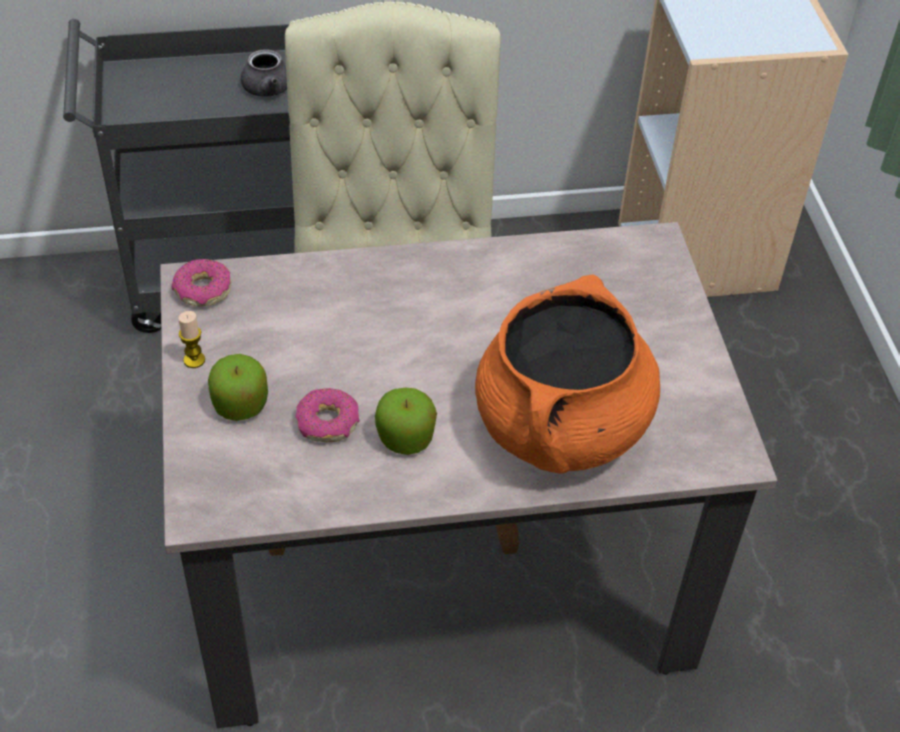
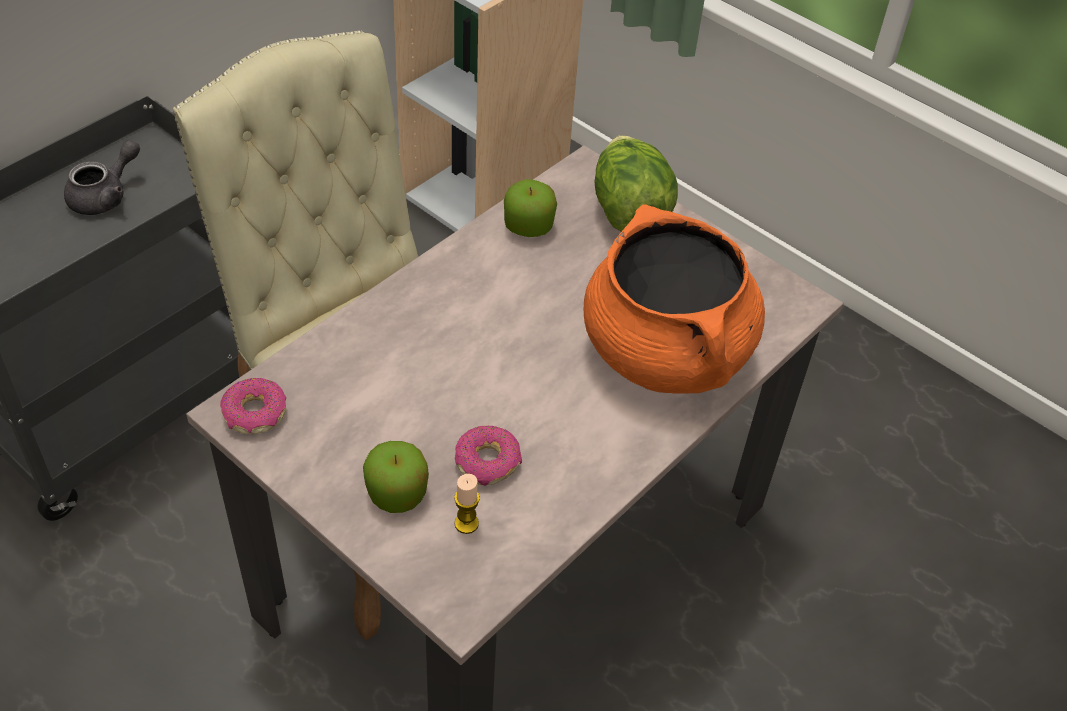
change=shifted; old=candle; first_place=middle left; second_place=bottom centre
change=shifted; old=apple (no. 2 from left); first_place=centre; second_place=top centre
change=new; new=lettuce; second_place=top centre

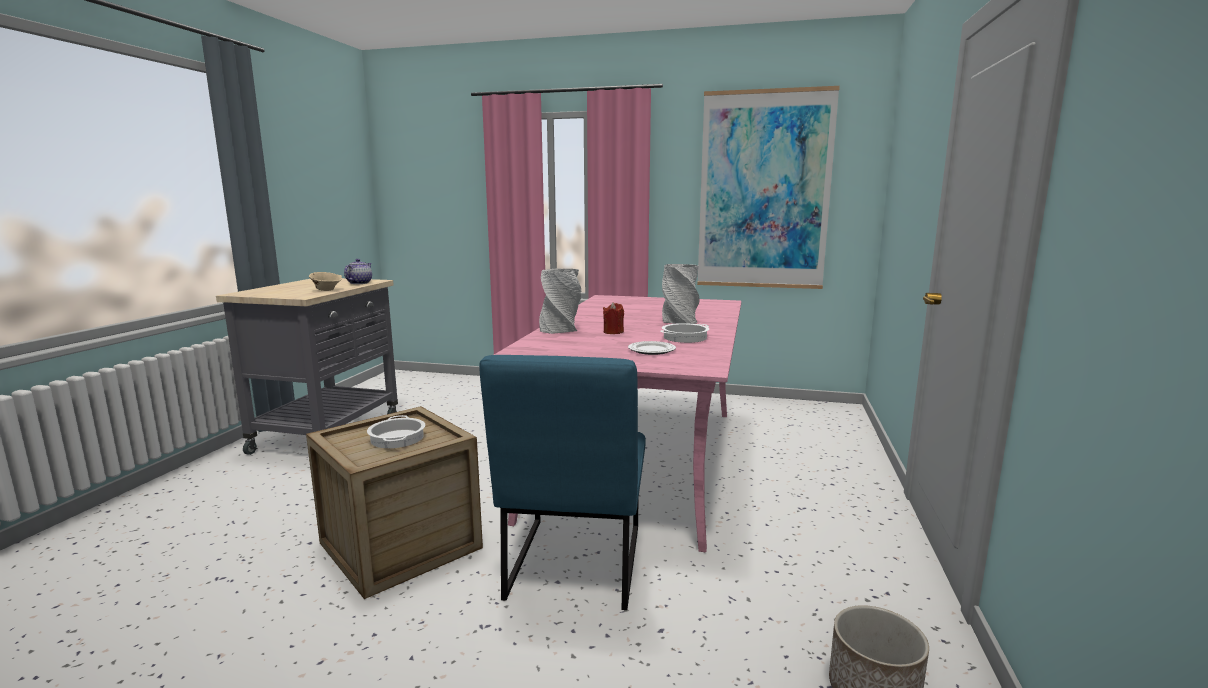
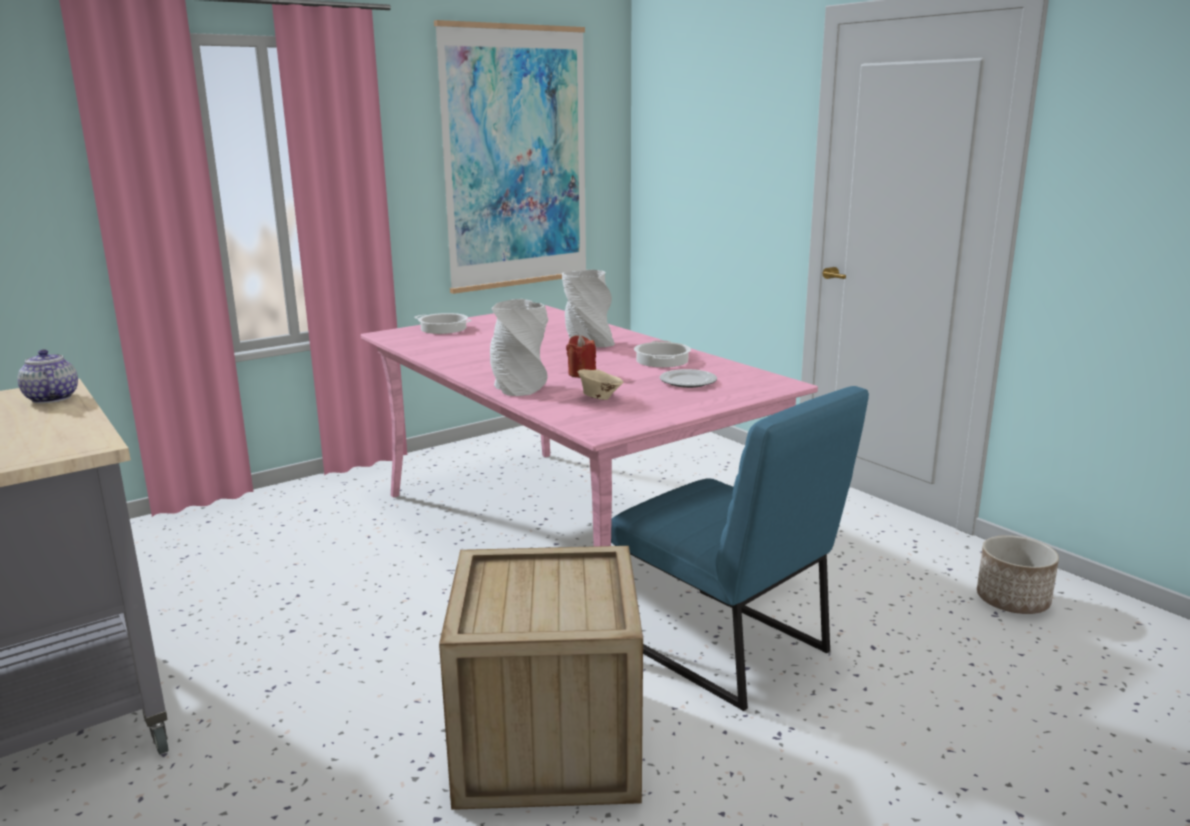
change=shifted; old=beige bowl; first_place=middle left; second_place=centre
change=shifted; old=cooking pot (no. 1 from left); first_place=middle left; second_place=centre

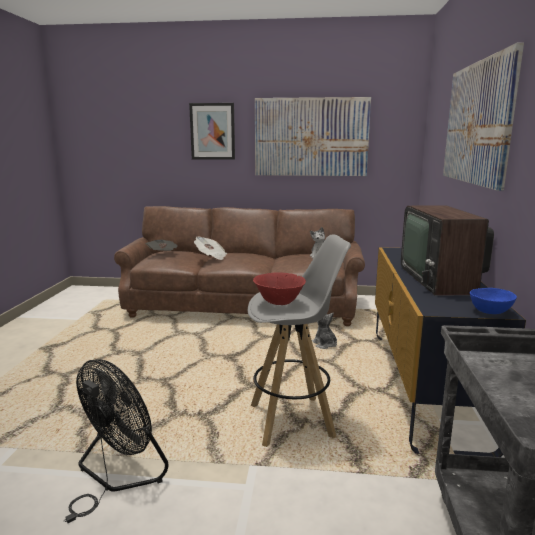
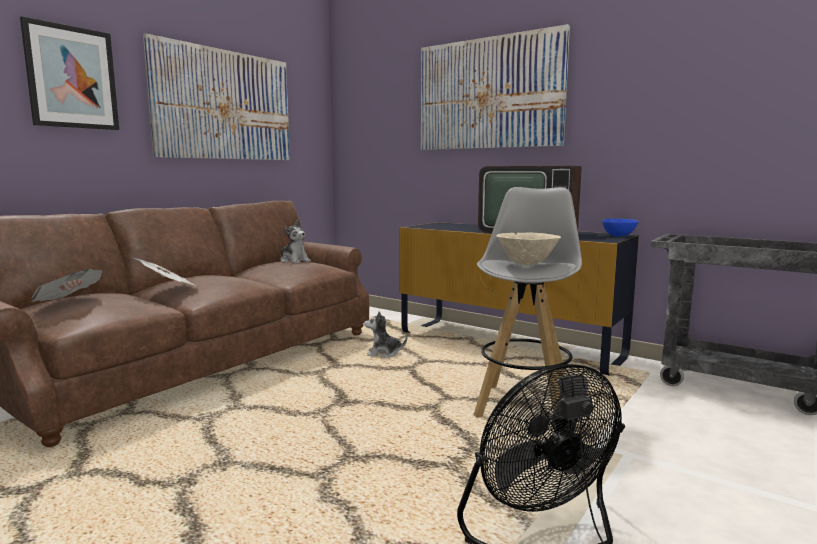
change=repainted; old=red bowl; new=beige bowl; first_place=centre; second_place=centre

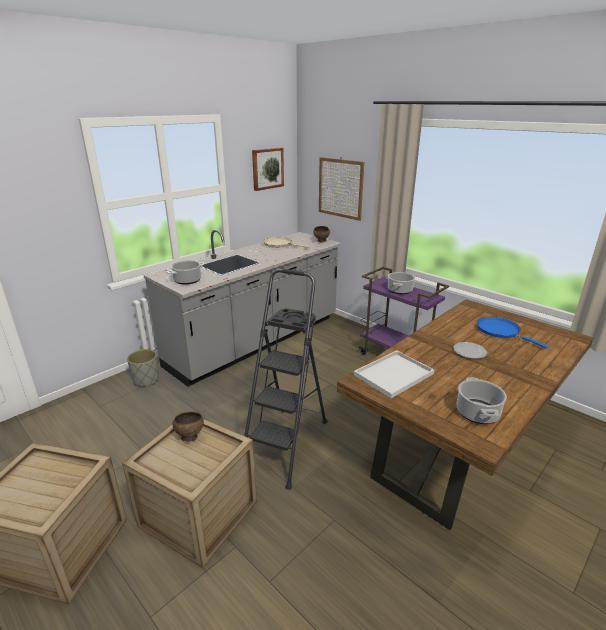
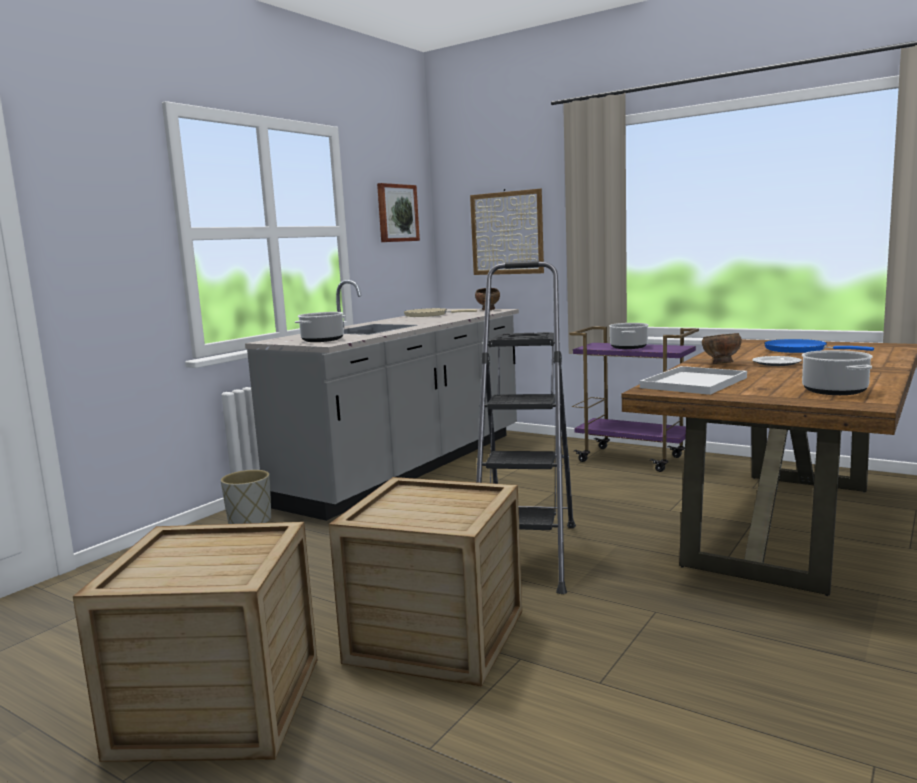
change=shifted; old=brown bowl (no. 1 from left in the first image); new=brown bowl (no. 2 from left); first_place=bottom left; second_place=middle right

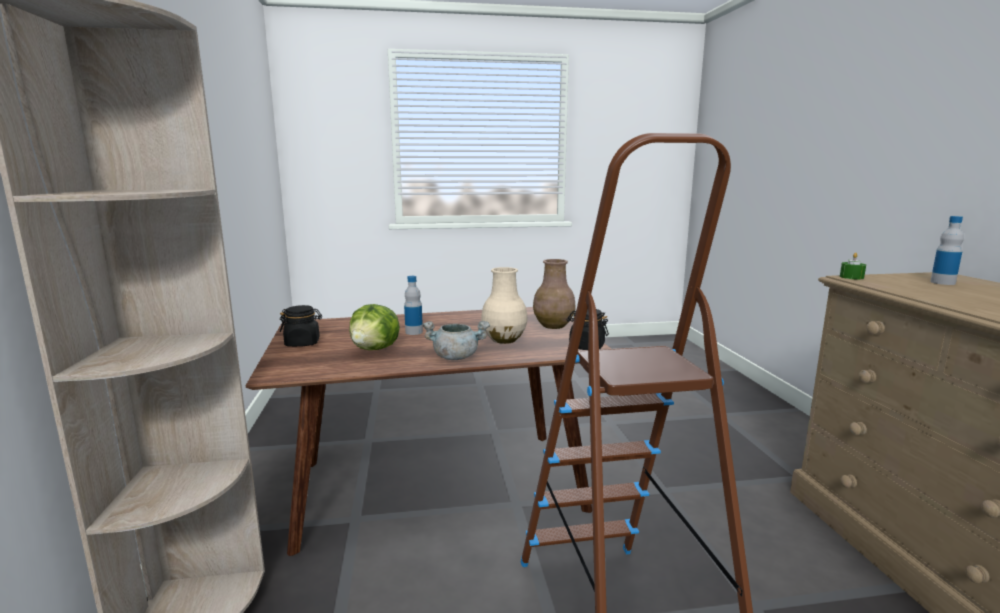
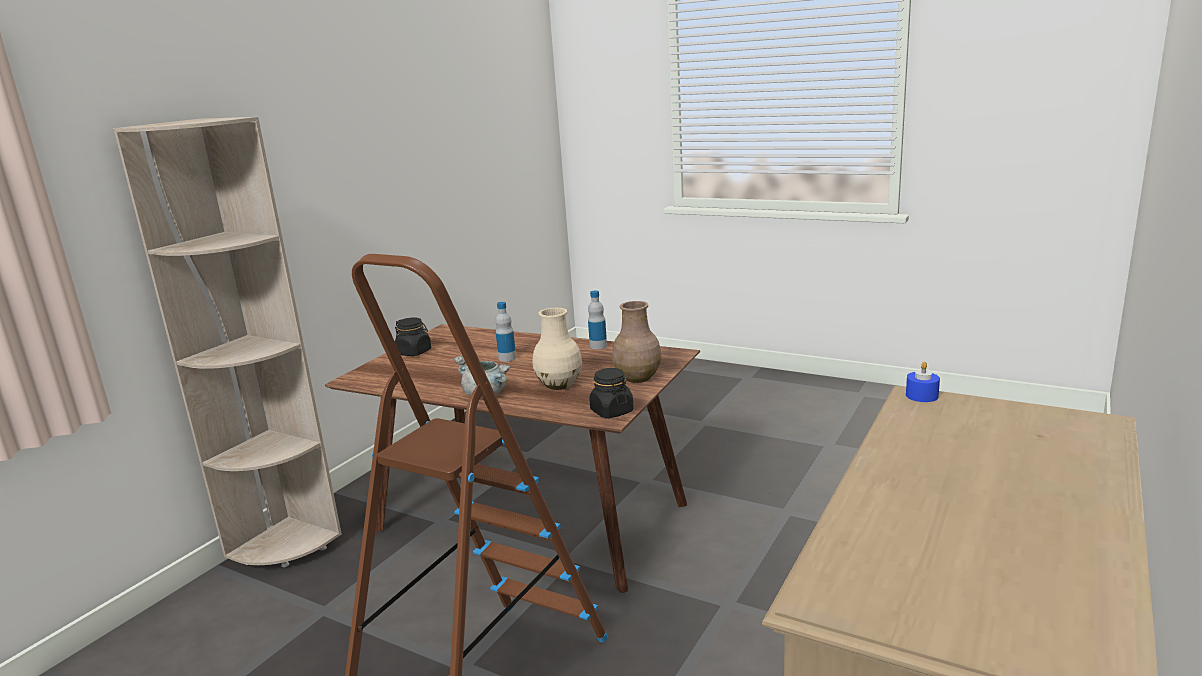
change=shifted; old=bottle (no. 2 from left); first_place=middle right; second_place=centre
change=repainted; old=green candle; new=blue candle; first_place=middle right; second_place=middle right
change=gone; old=lettuce; first_place=centre

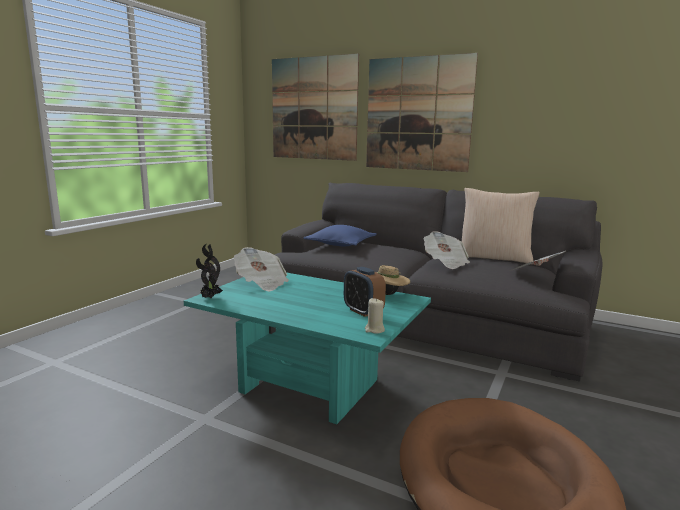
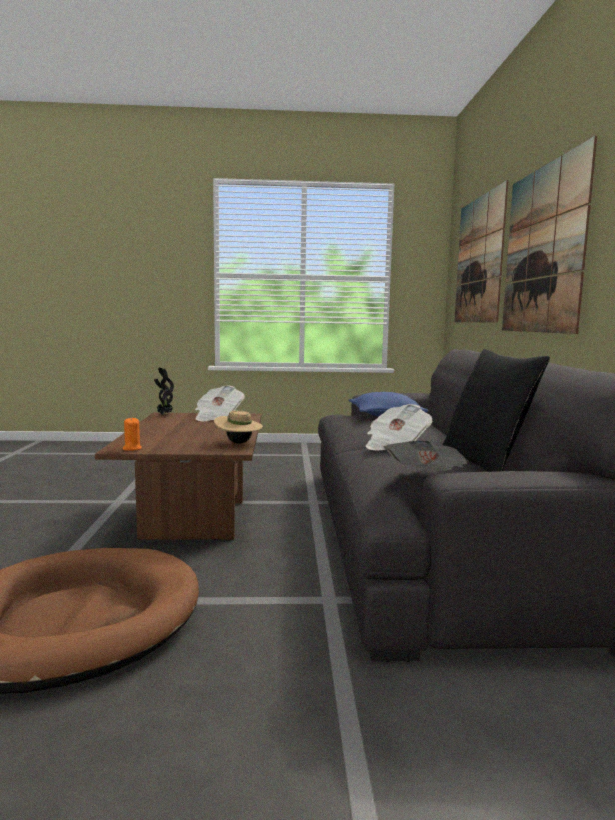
change=repainted; old=beige pillow; new=black pillow; first_place=middle right; second_place=middle right
change=gone; old=alarm clock; first_place=centre
change=repainted; old=turquoise coffee table; new=brown coffee table; first_place=bottom centre; second_place=middle left
change=repainted; old=beige candle; new=orange candle; first_place=centre; second_place=middle left

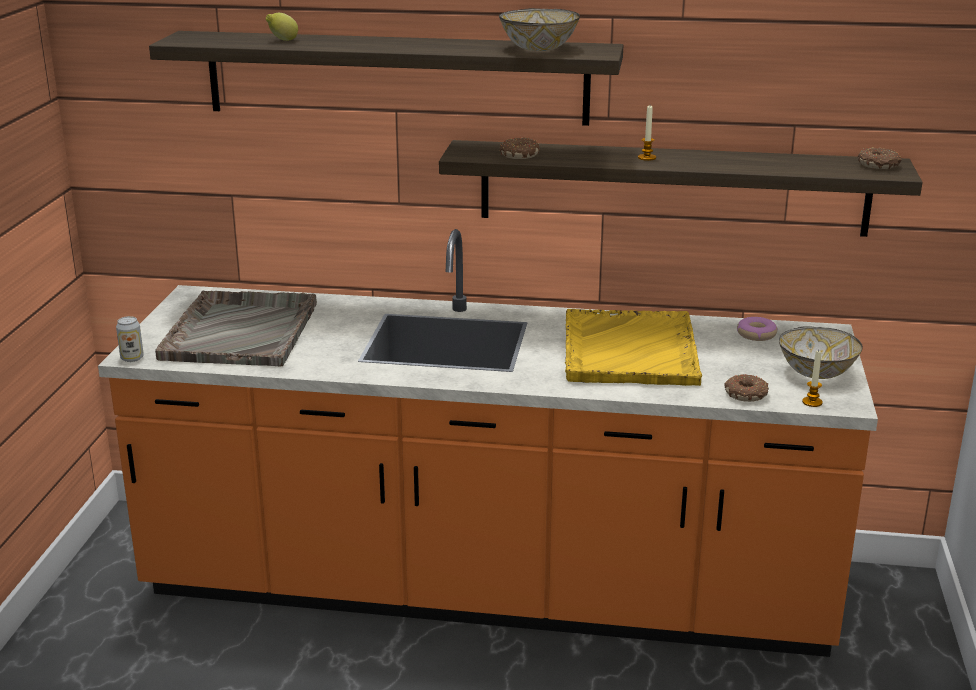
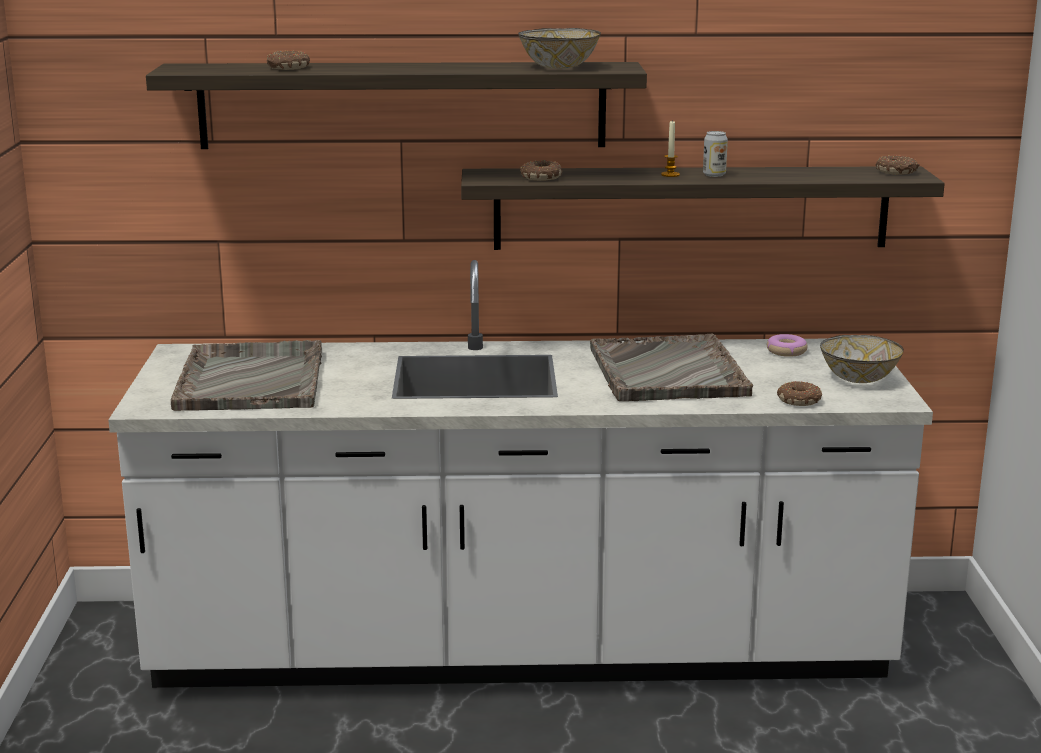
change=swapped; old=lemon; new=donut (no. 1 from left); first_place=top left; second_place=top left
change=repainted; old=orange counter; new=white counter; first_place=centre; second_place=centre
change=repainted; old=yellow tray; new=grey tray (no. 2 from left); first_place=centre; second_place=centre
change=shifted; old=can; first_place=middle left; second_place=top right
change=gone; old=candle (no. 2 from left); first_place=middle right

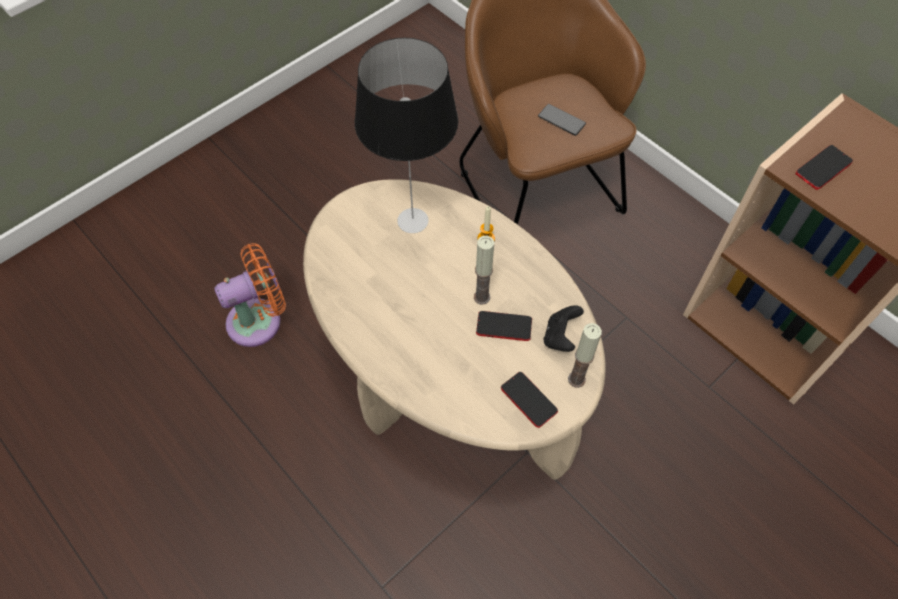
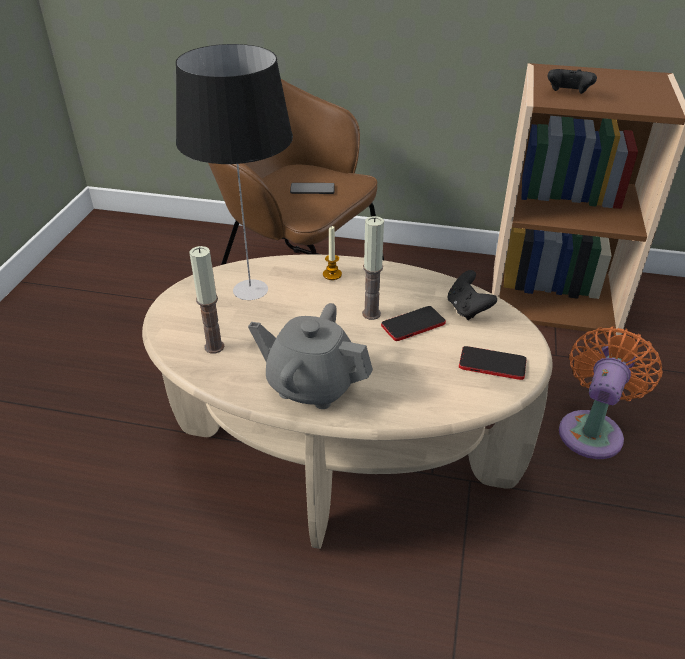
change=swapped; old=phone (no. 4 from left); new=black game controller (no. 2 from left); first_place=top right; second_place=top right
change=shifted; old=orange fan; first_place=middle left; second_place=middle right
change=shifted; old=candle (no. 3 from left in the first image); new=candle (no. 1 from left); first_place=centre; second_place=middle left
change=new; new=grey teapot; second_place=centre

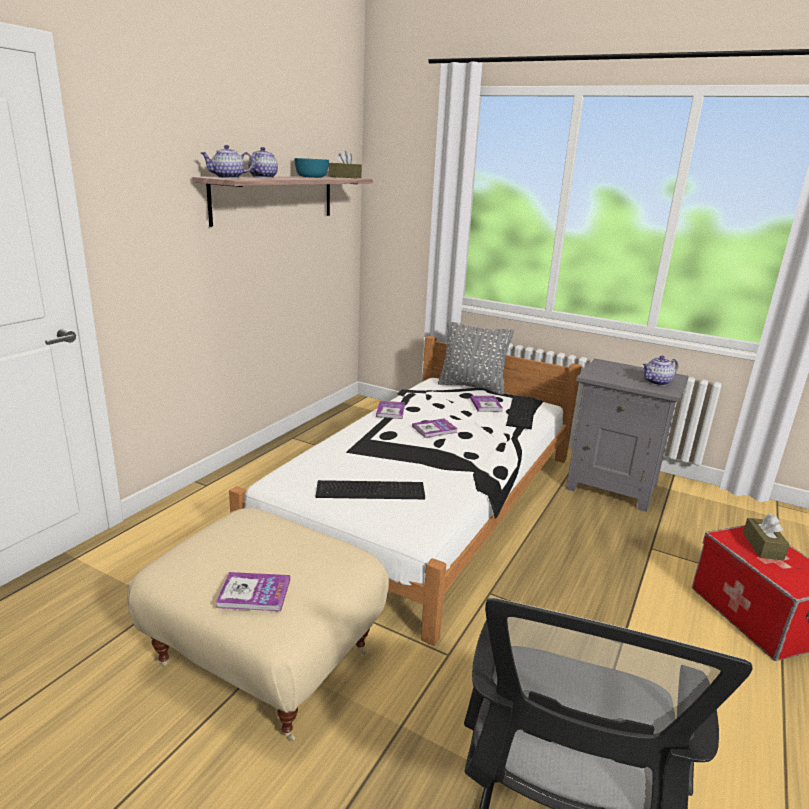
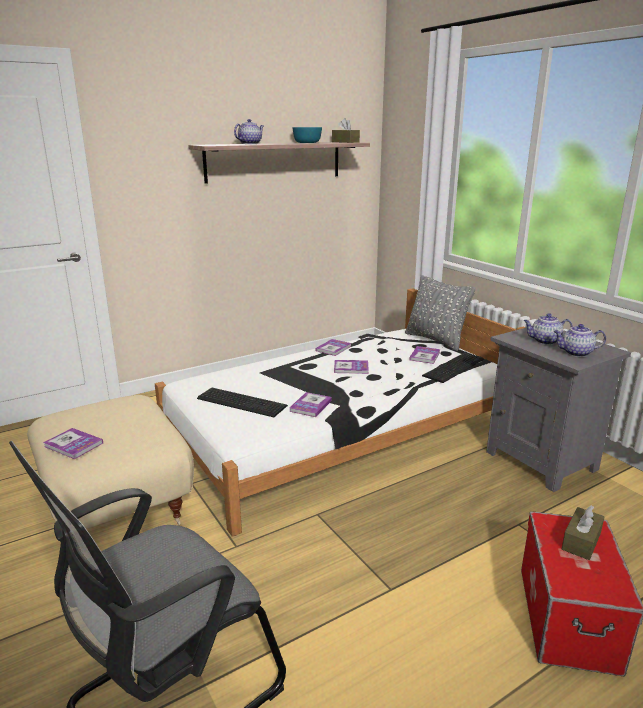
change=shifted; old=teapot (no. 1 from left in the first image); new=teapot (no. 2 from left); first_place=top left; second_place=middle right
change=new; new=book (no. 2 from left); second_place=centre

